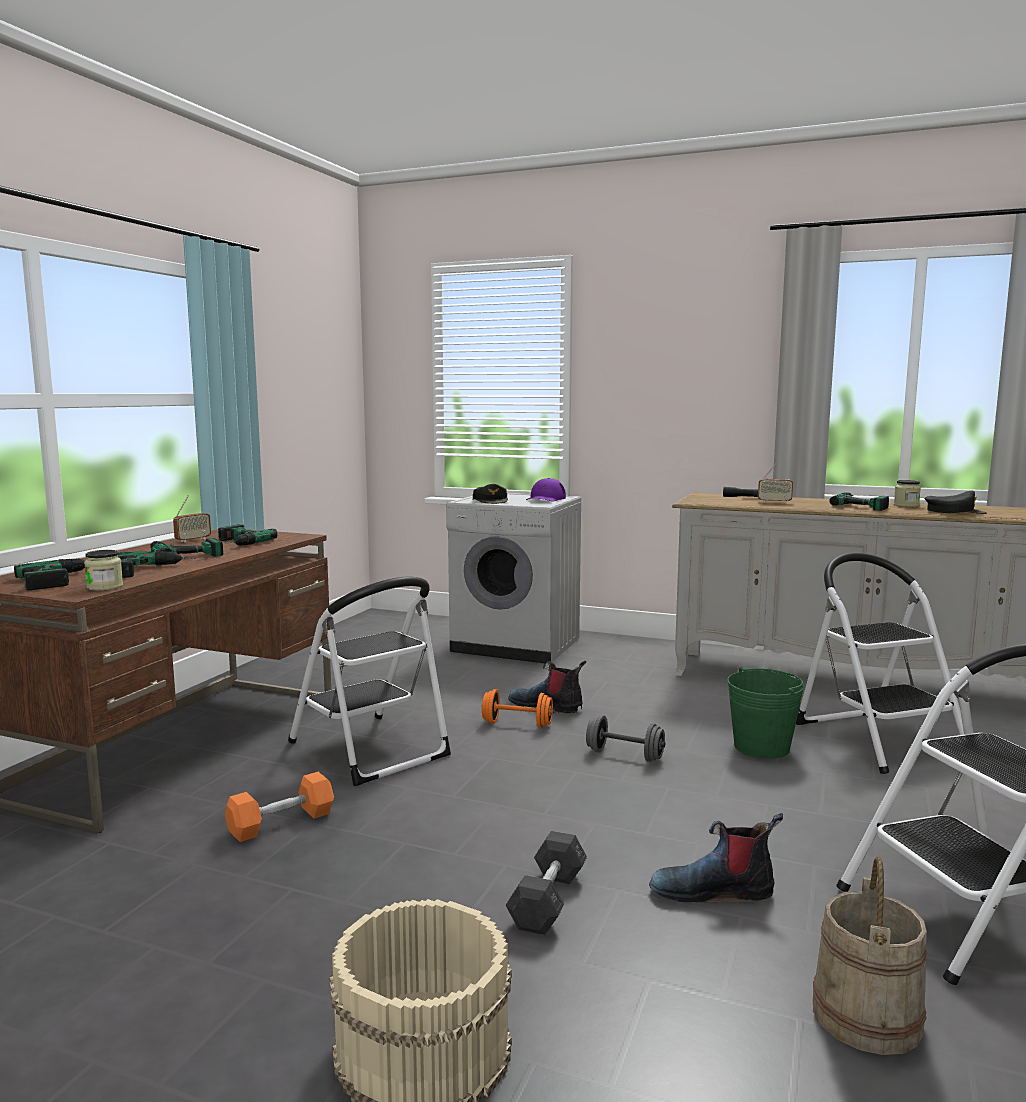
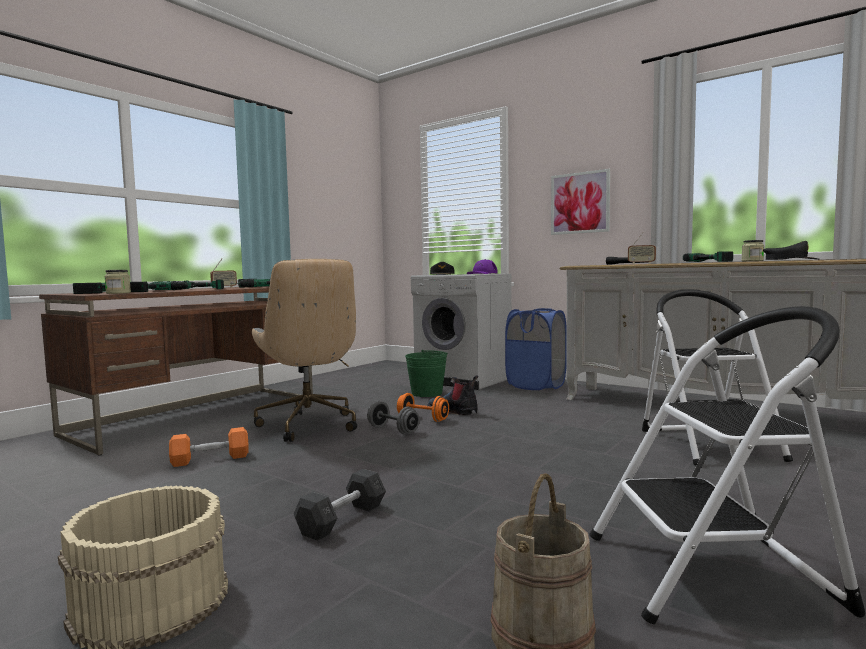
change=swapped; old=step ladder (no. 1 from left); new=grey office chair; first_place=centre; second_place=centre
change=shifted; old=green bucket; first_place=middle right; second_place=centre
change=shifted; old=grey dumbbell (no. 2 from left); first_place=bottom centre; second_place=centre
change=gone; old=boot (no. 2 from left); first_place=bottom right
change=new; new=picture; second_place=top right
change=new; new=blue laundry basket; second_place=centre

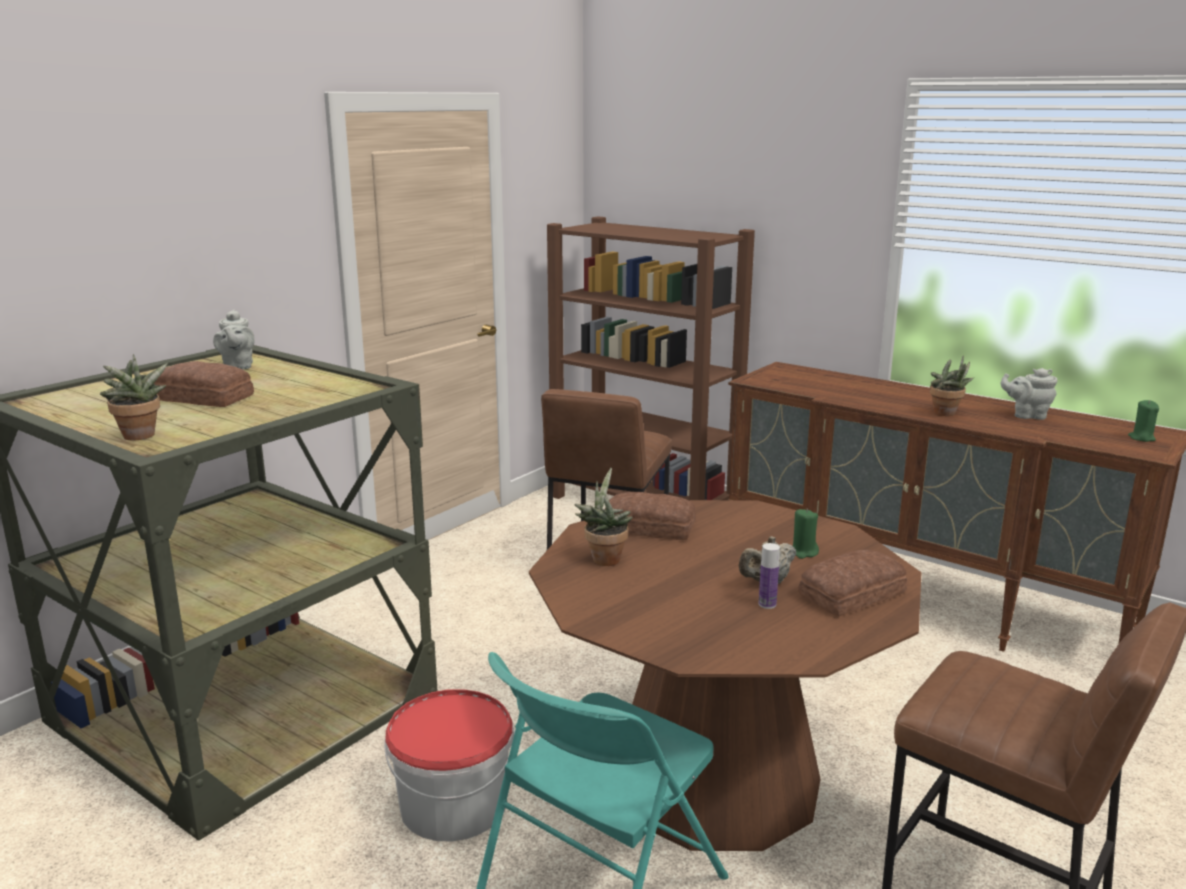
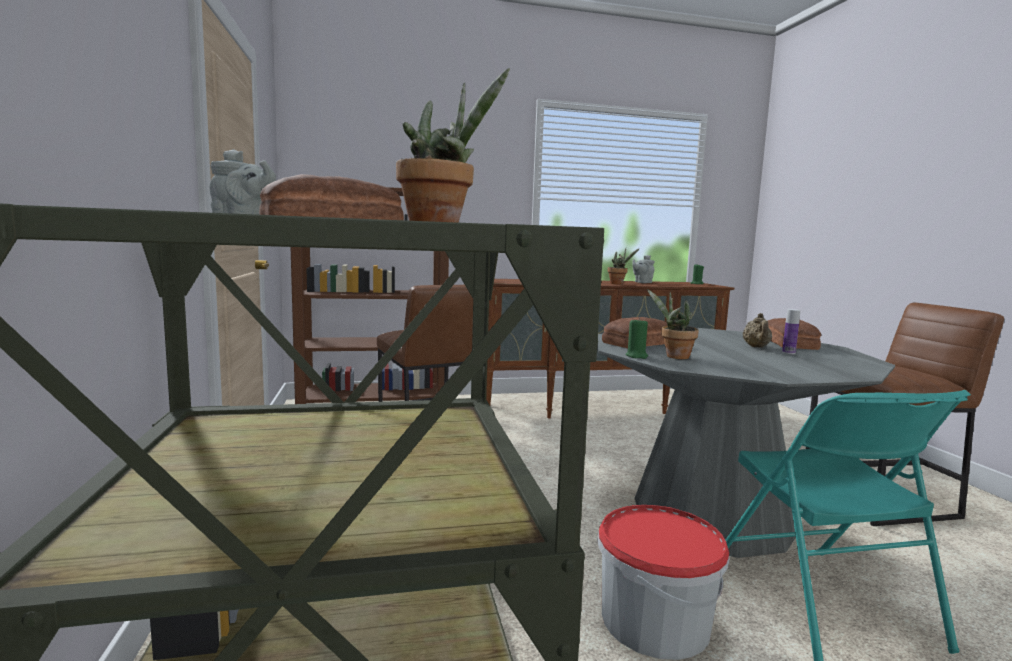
change=repainted; old=brown dining table; new=grey dining table; first_place=bottom centre; second_place=bottom right
change=shifted; old=green candle (no. 1 from left); first_place=middle right; second_place=centre

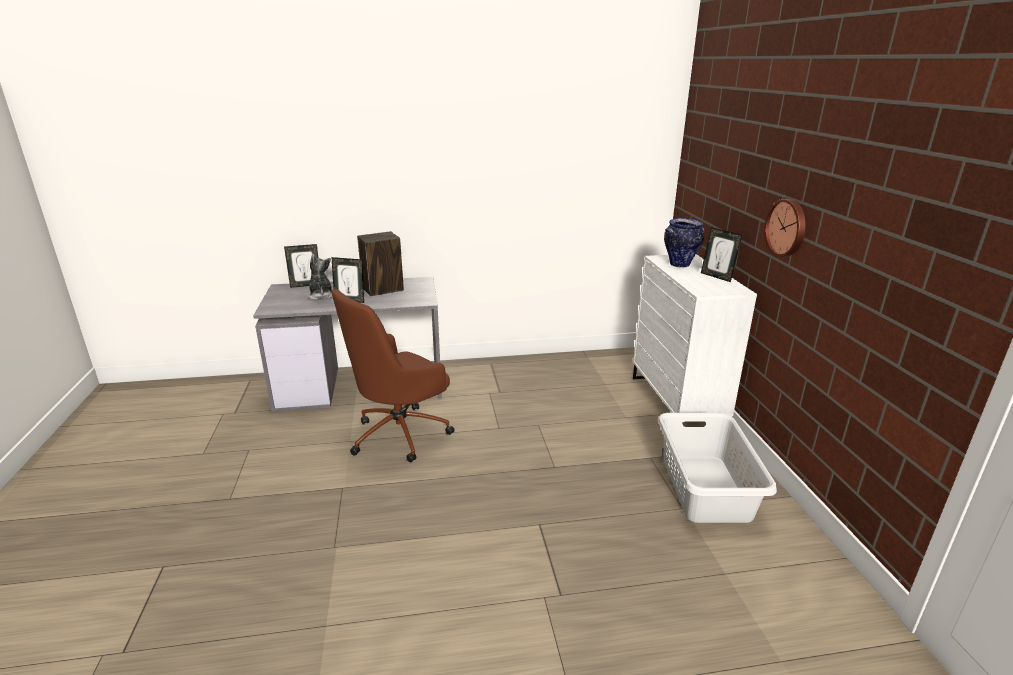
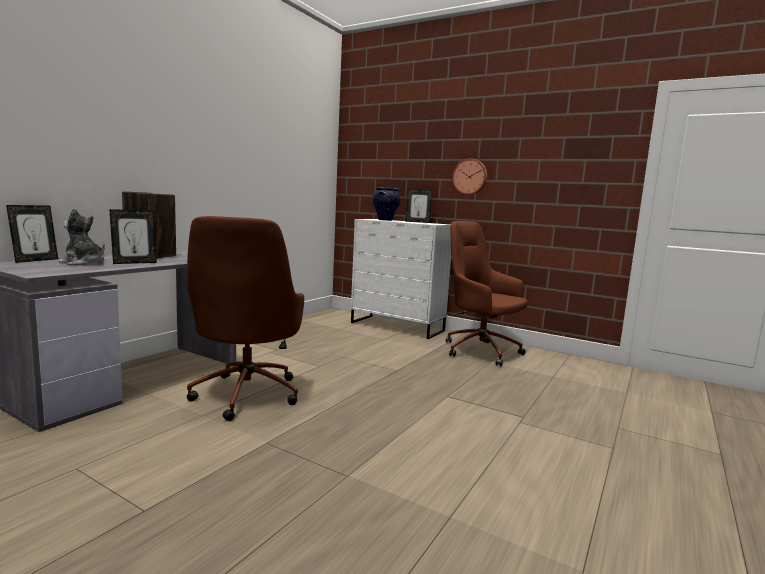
change=swapped; old=grey laundry basket; new=brown office chair (no. 2 from left); first_place=bottom right; second_place=centre

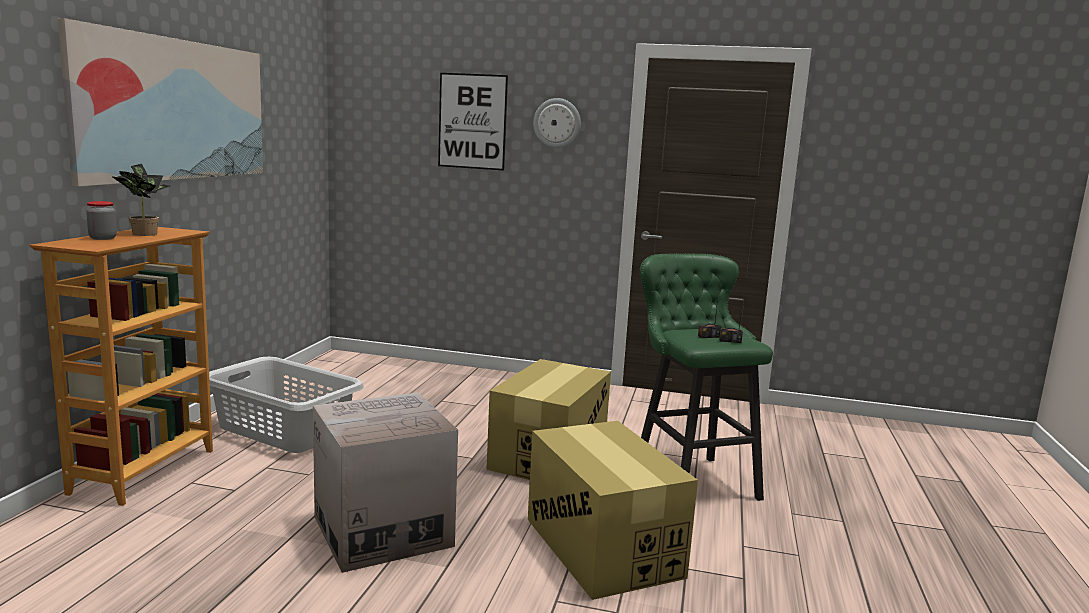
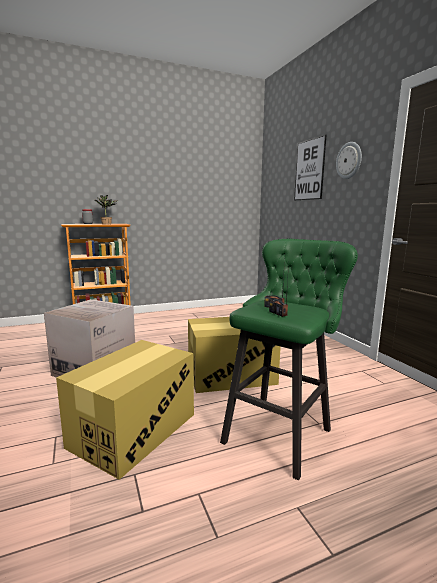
change=gone; old=picture (no. 1 from left); first_place=top left
change=gone; old=grey laundry basket; first_place=middle left

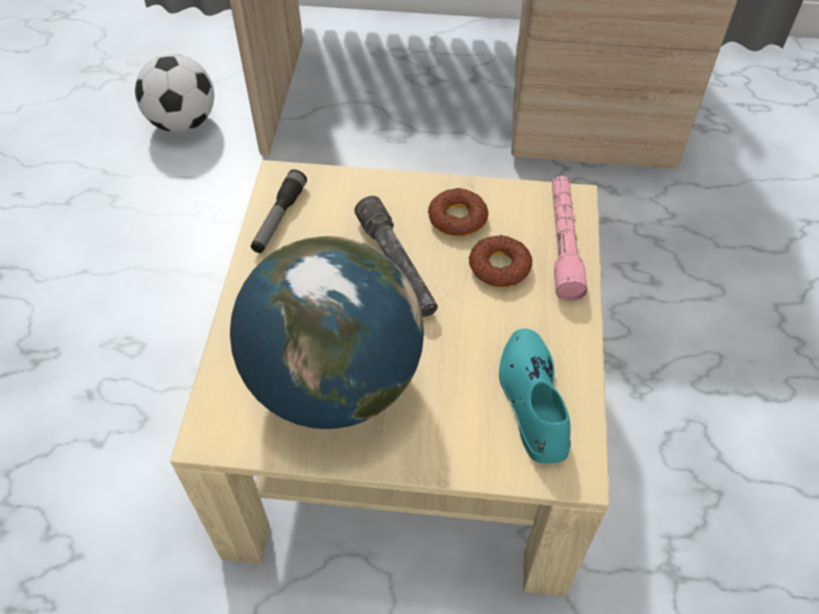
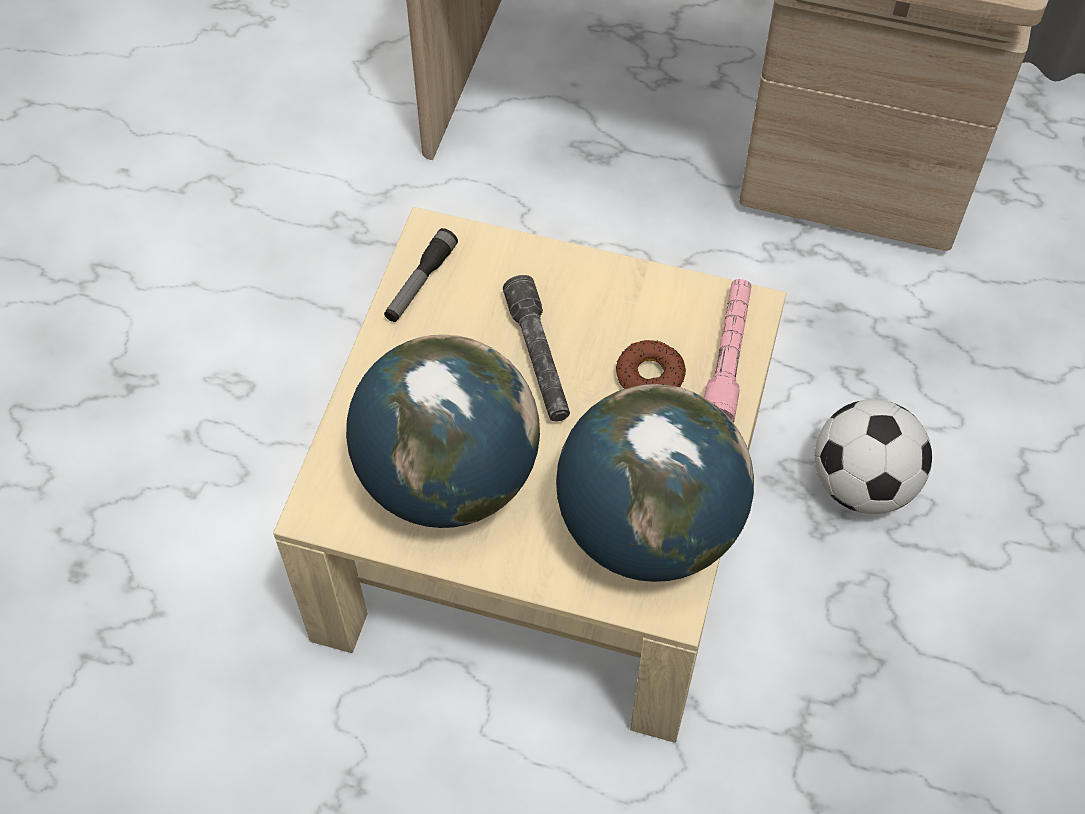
change=shifted; old=football; first_place=top left; second_place=middle right
change=gone; old=donut (no. 1 from left); first_place=centre
change=swapped; old=turquoise shoe; new=globe (no. 2 from left); first_place=centre; second_place=centre

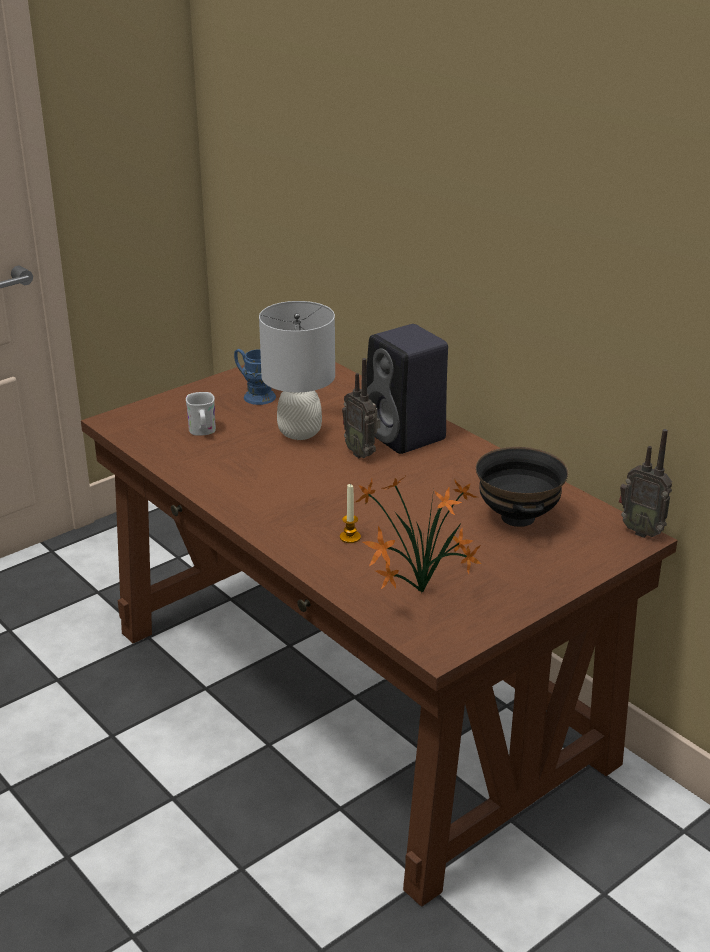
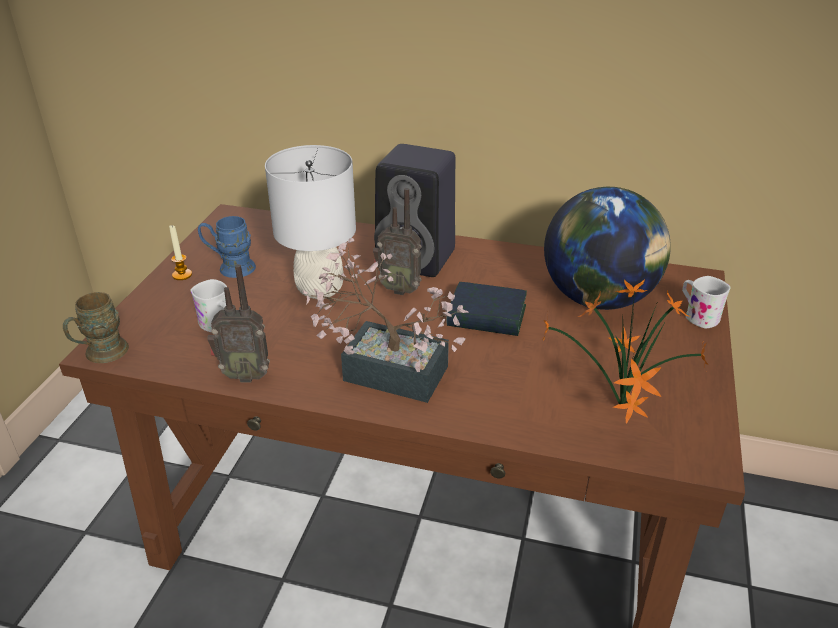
change=shifted; old=radio (no. 2 from left in the first image); new=radio (no. 1 from left); first_place=middle right; second_place=middle left
change=swapped; old=black bowl; new=globe; first_place=middle right; second_place=middle right
change=shifted; old=candle; first_place=centre; second_place=middle left
change=new; new=potted plant (no. 1 from left); second_place=centre
change=new; new=white mug (no. 2 from left); second_place=middle right
change=new; new=book; second_place=centre
change=new; new=brown mug; second_place=middle left

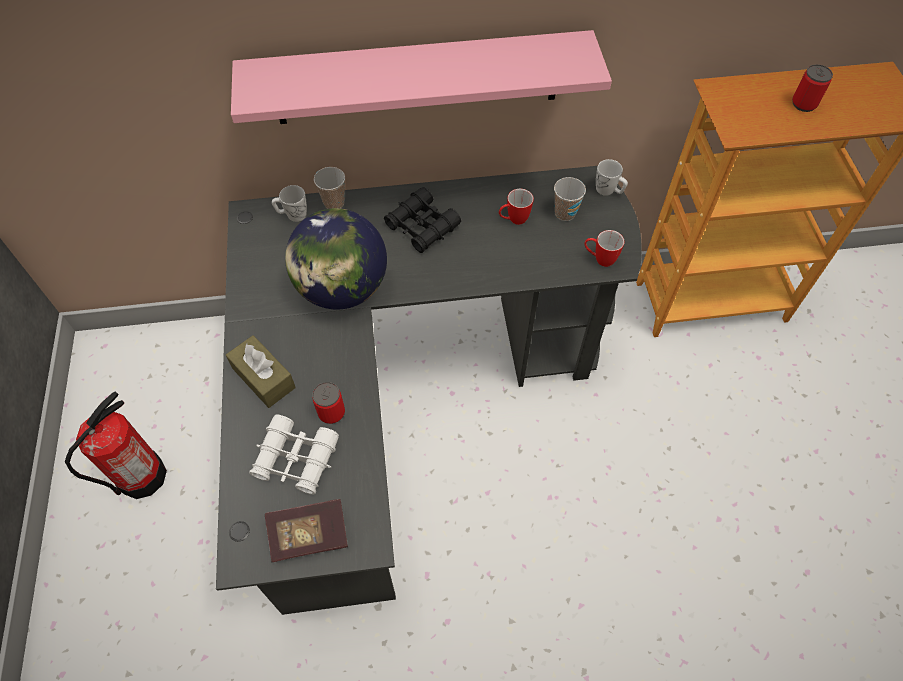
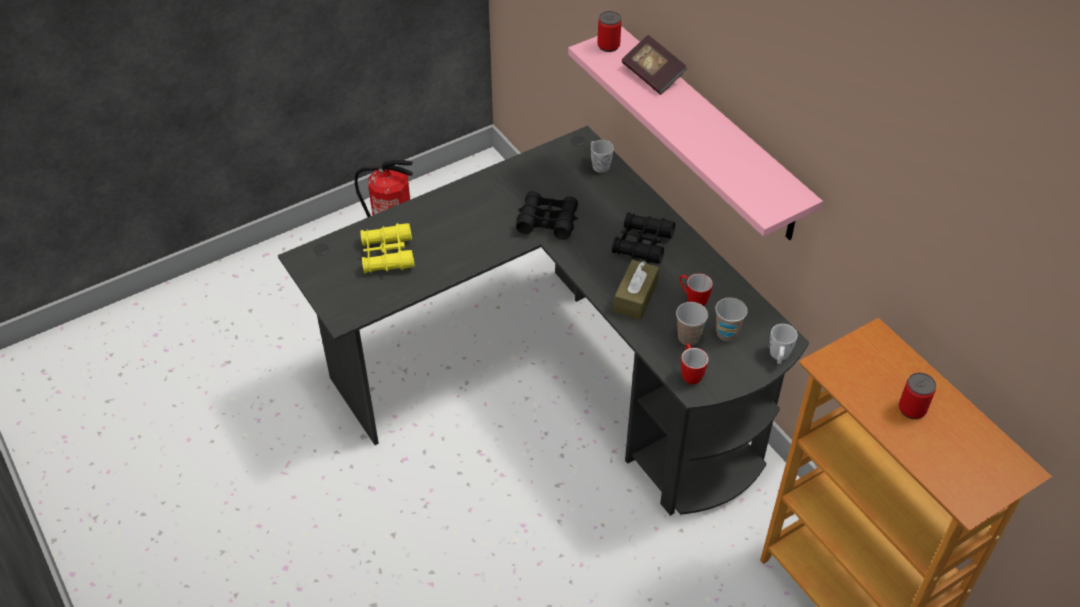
change=shifted; old=cup (no. 1 from left); first_place=top centre; second_place=centre
change=swapped; old=globe; new=black binoculars (no. 1 from left); first_place=centre; second_place=centre
change=shifted; old=brown tissue box; first_place=middle left; second_place=centre
change=shifted; old=can (no. 1 from left); first_place=centre; second_place=top centre
change=repainted; old=white binoculars; new=yellow binoculars; first_place=bottom left; second_place=centre
change=shifted; old=book; first_place=bottom centre; second_place=top centre

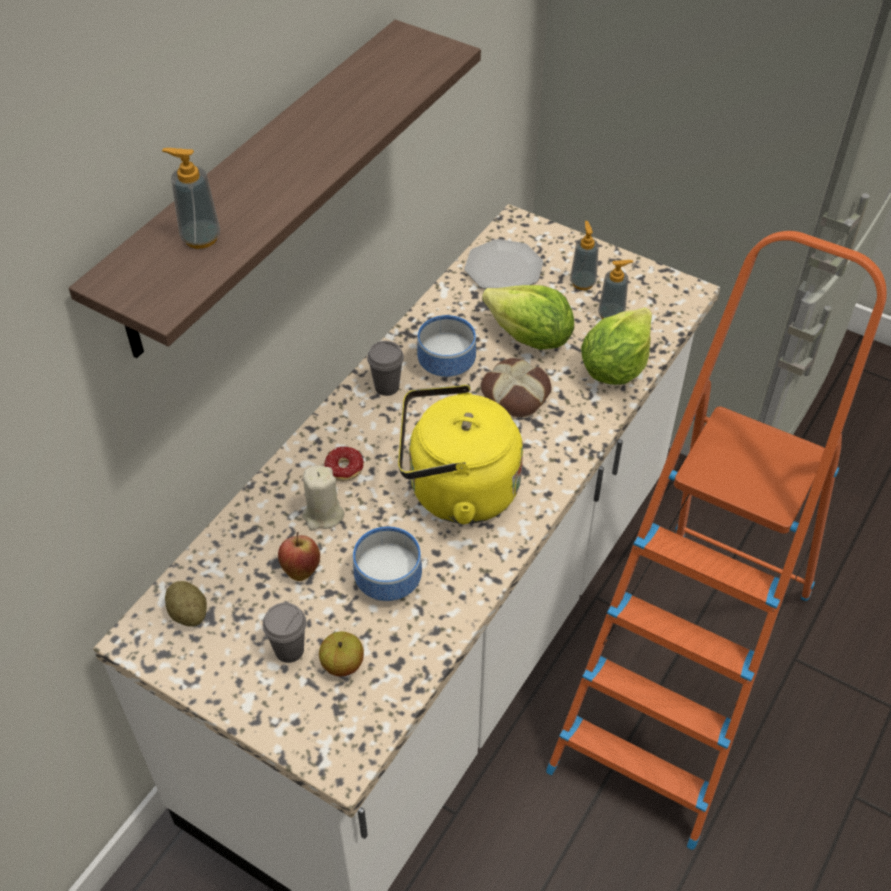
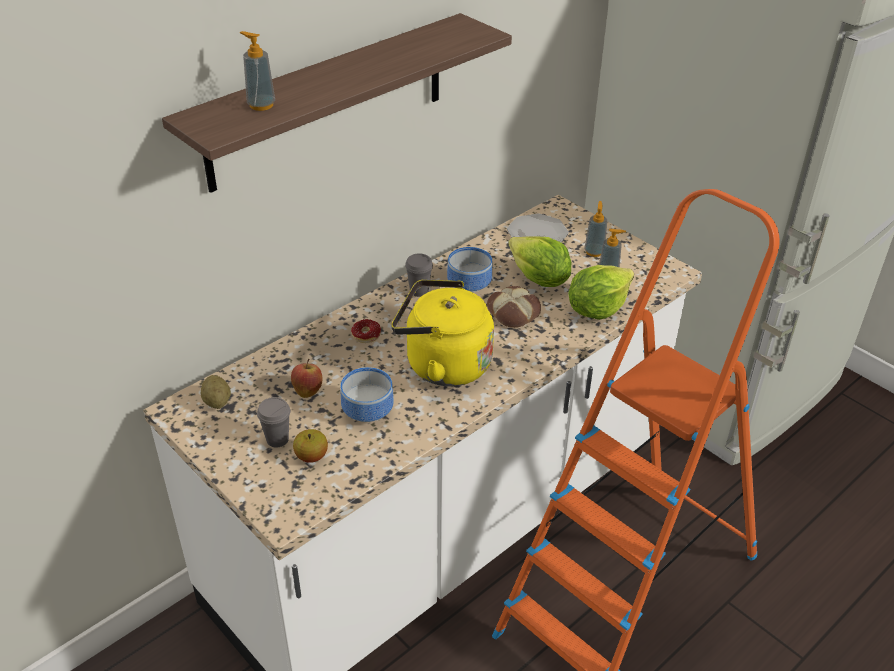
change=gone; old=beige candle; first_place=centre

